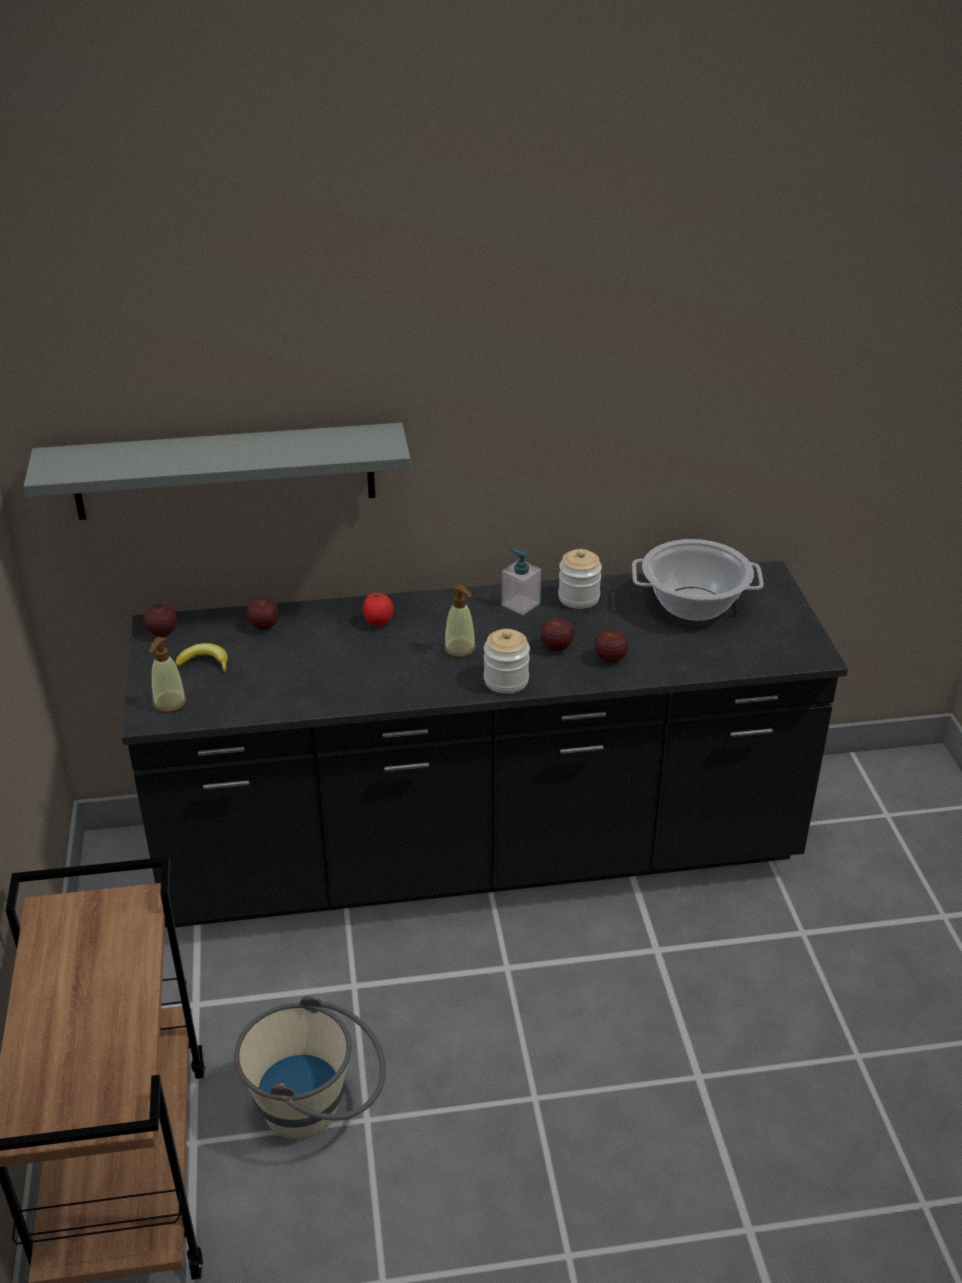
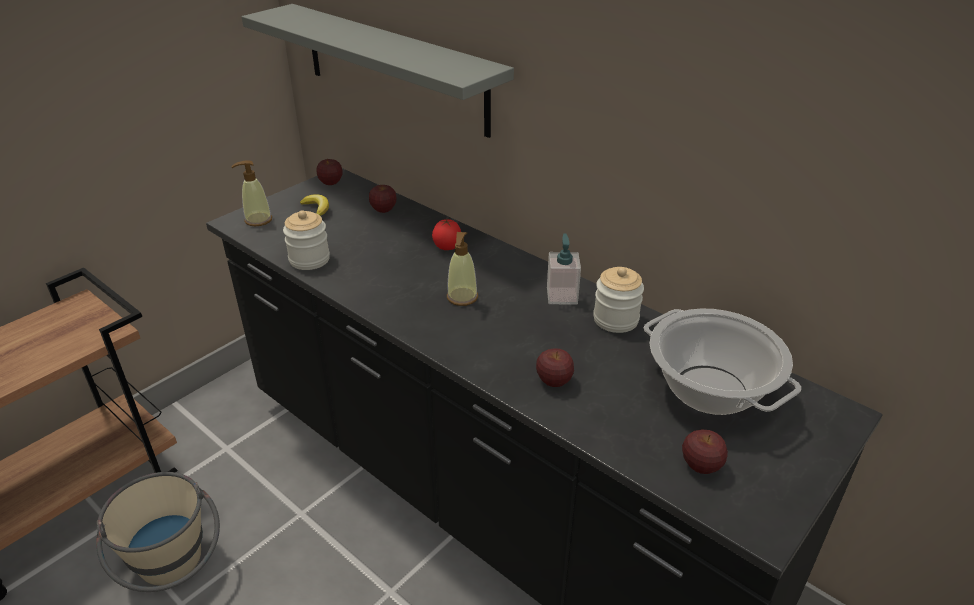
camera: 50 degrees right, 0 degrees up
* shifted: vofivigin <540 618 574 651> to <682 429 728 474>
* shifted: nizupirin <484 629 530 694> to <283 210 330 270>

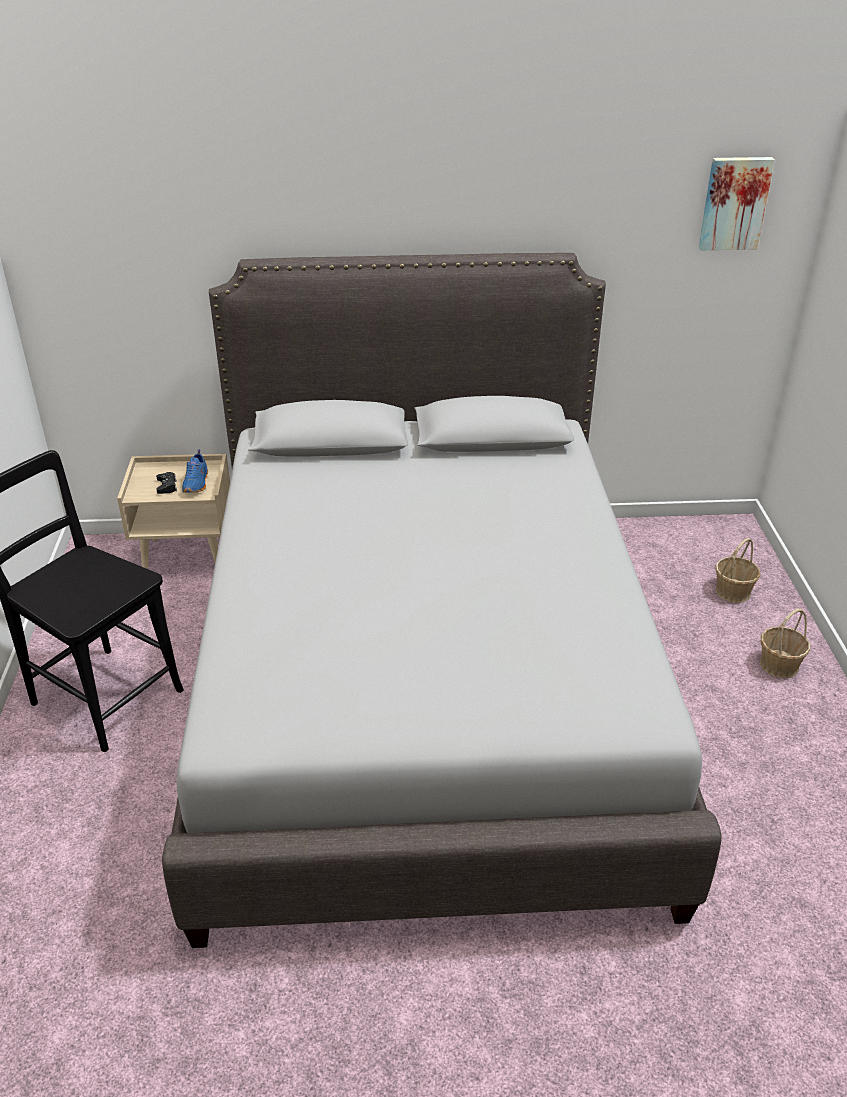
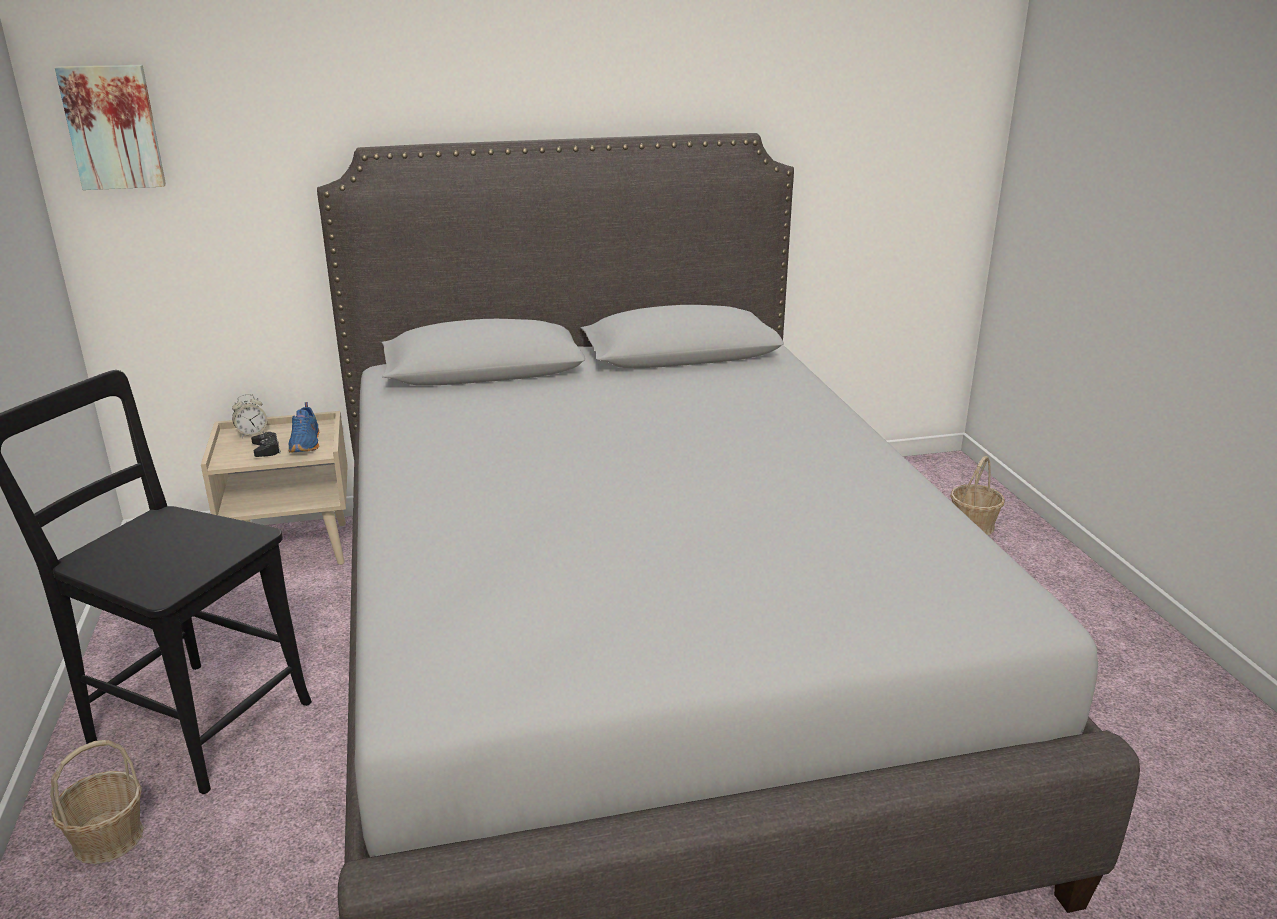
camera: 10 degrees left, 10 degrees down
* shifted: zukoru <698 157 775 250> to <55 65 166 190>
* shifted: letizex <760 608 810 678> to <50 740 144 864>
* new: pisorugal <232 394 267 438>

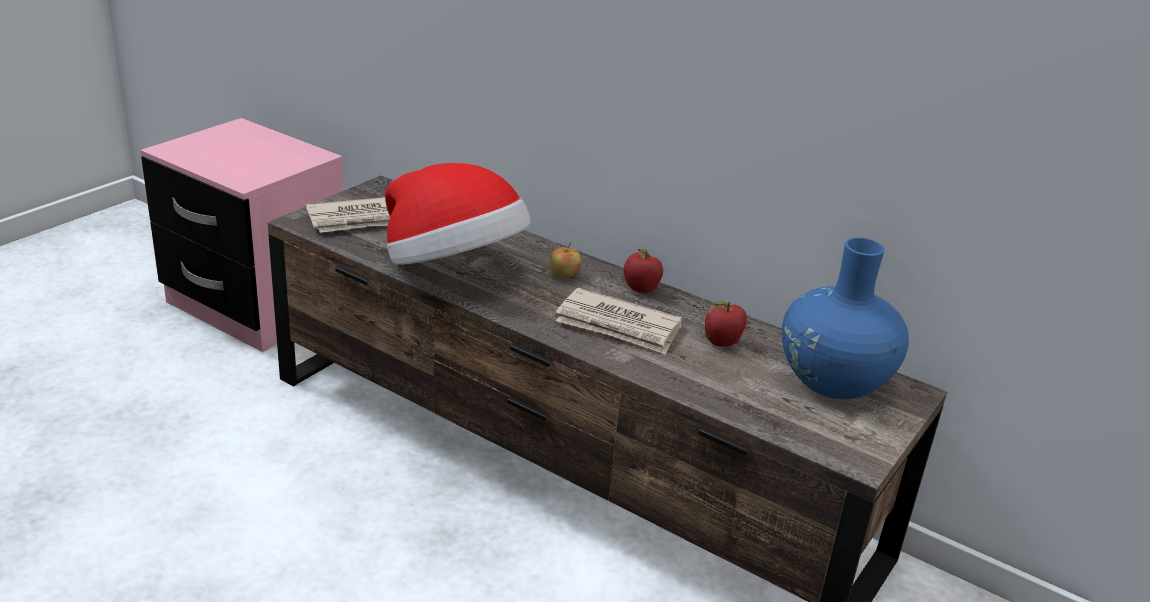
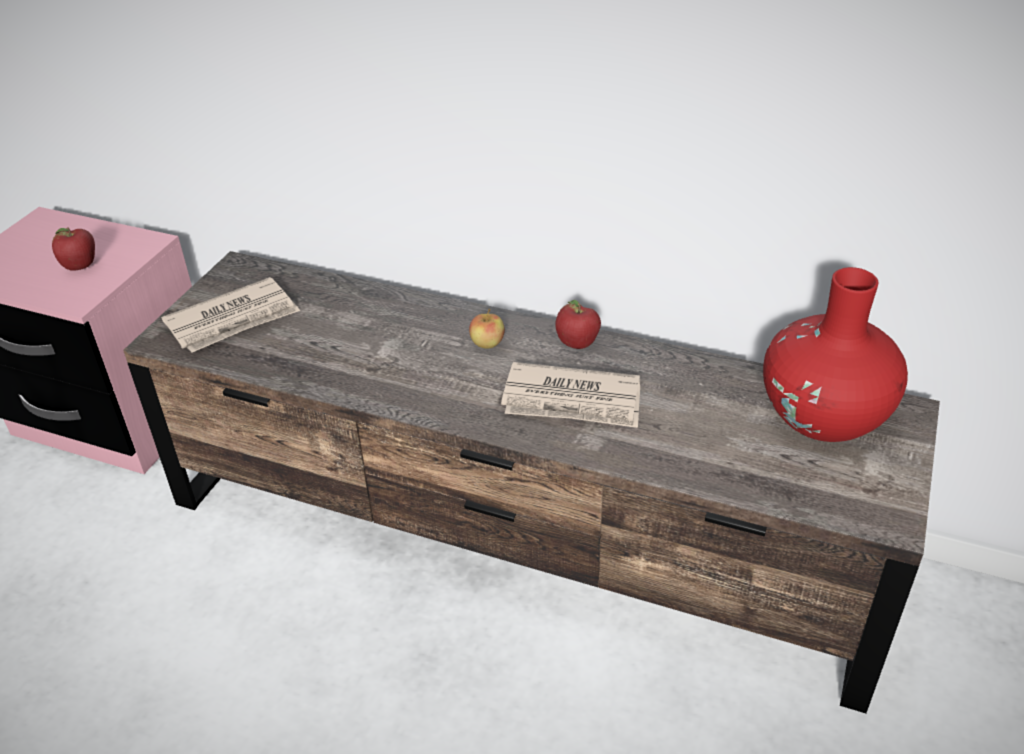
camera: 10 degrees left, 10 degrees up
* gone: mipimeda <385 163 531 265>
* repainted: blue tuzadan <782 238 909 399> to red tuzadan <763 267 908 442>
* shifted: vofivigin <705 301 747 346> to <52 227 95 271>

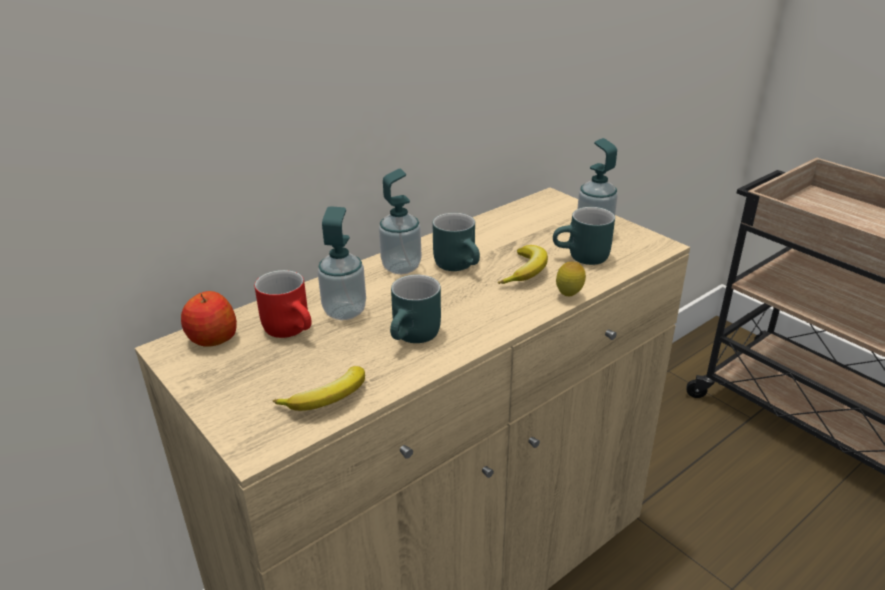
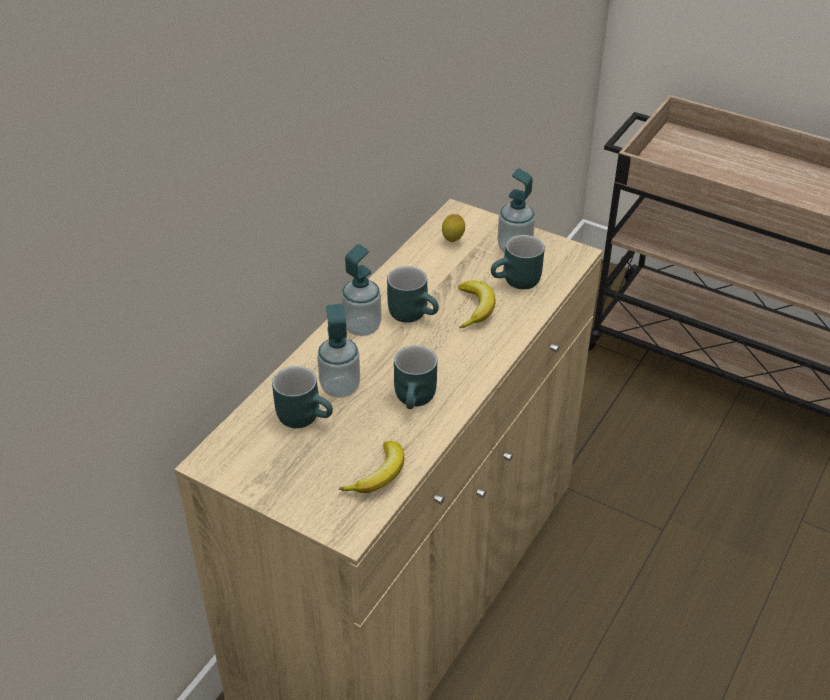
camera: 20 degrees left, 10 degrees up
* shifted: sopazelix <556 262 586 296> to <442 214 465 242>
* repainted: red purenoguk <254 270 312 338> to turquoise purenoguk <272 366 333 428>
* gone: vofivigin <181 291 237 347>

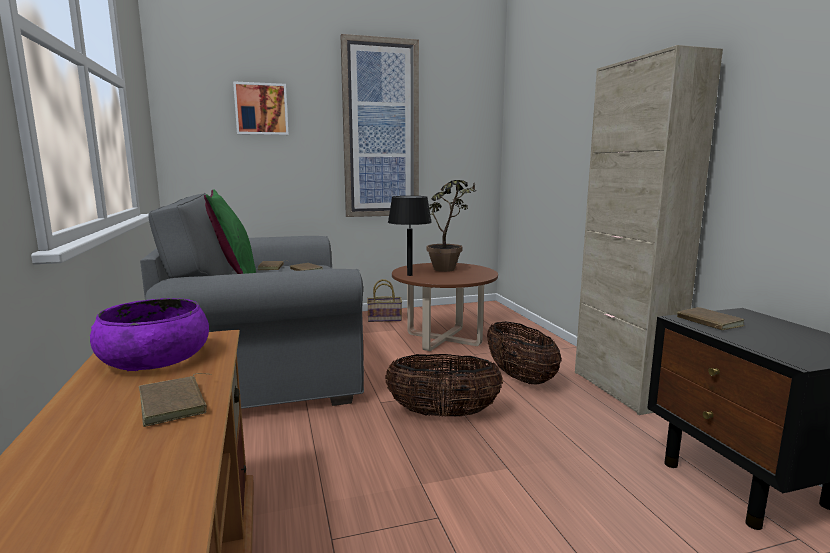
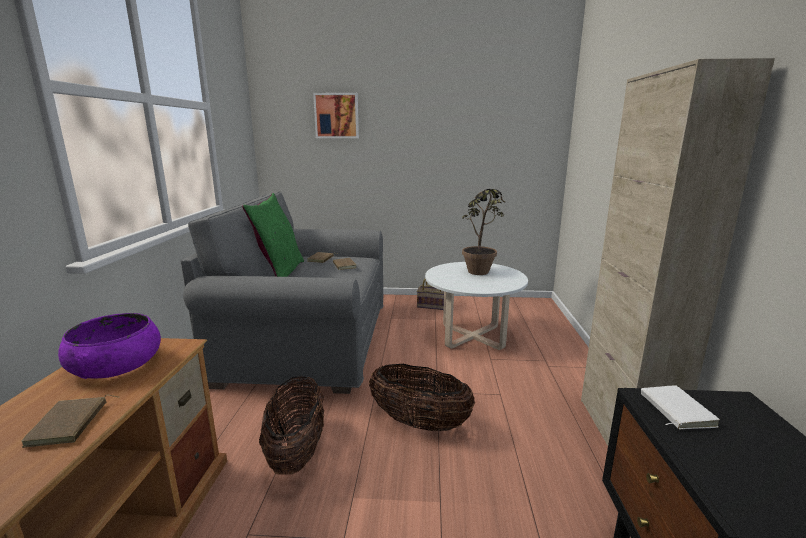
camera: 20 degrees right, 5 degrees up
* gone: zukoru <340 34 419 217>
* gone: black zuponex <388 196 432 276>
* repainted: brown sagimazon <392 263 498 351> to white sagimazon <425 262 528 350>
* repainted: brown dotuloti <677 307 745 330> to white dotuloti <641 385 720 430>
* shifted: letizex <487 322 562 384> to <259 375 324 475>

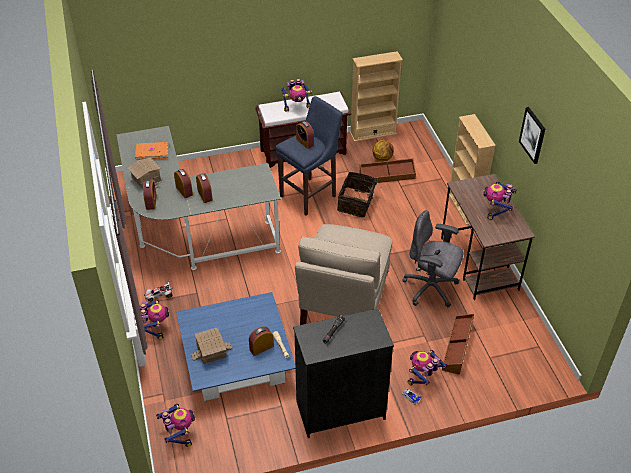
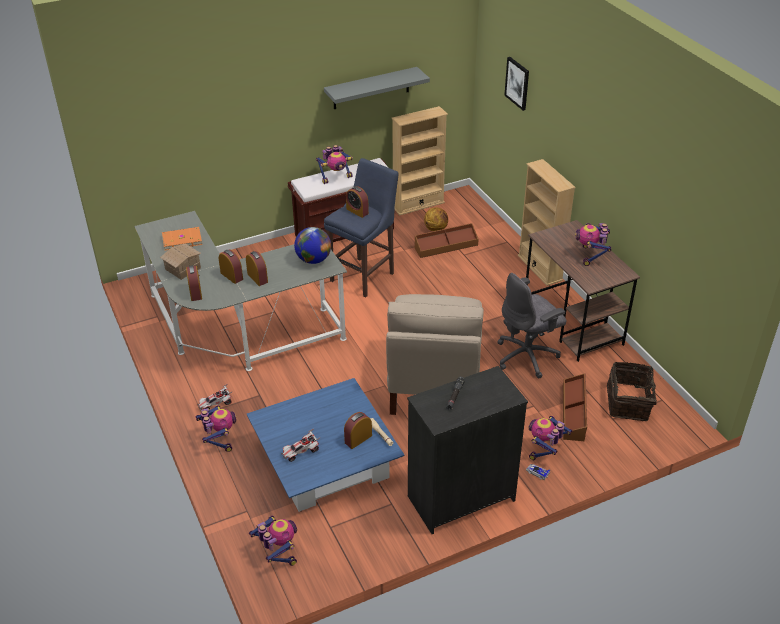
camera: 10 degrees left, 5 degrees down
* shifted: zukoru <519 107 545 164> to <504 57 529 111>
* shifted: letizex <337 172 384 217> to <607 362 662 421>
* rotated: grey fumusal <402 210 464 307> = <497 273 566 378> 45 degrees counterclockwise
* swapped: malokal <191 328 232 364> to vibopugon <281 428 320 462>
* new: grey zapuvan <324 67 430 109>
* new: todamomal <294 227 331 264>

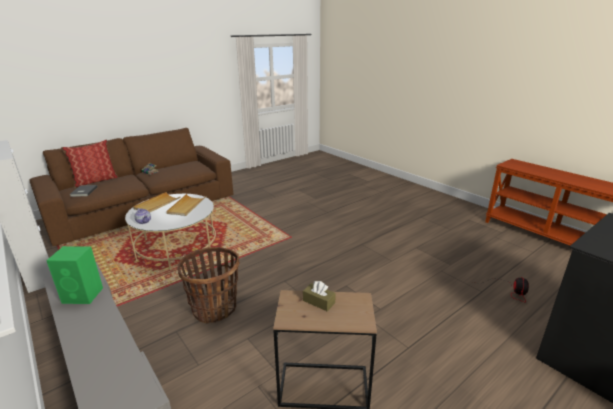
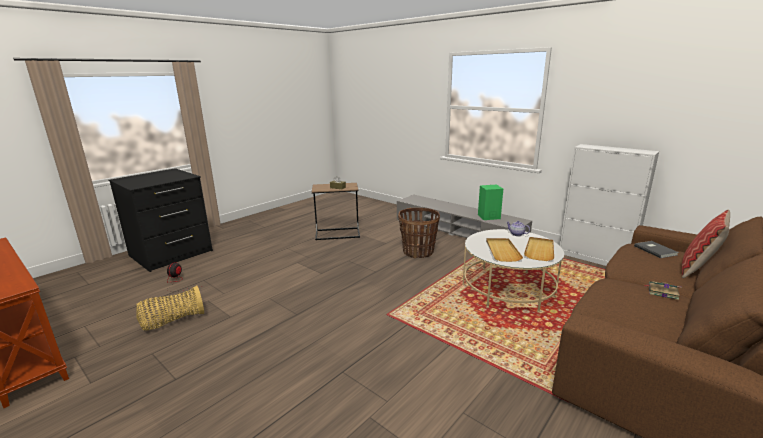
camera: 170 degrees right, 5 degrees down
* new: letizex <137 285 204 330>

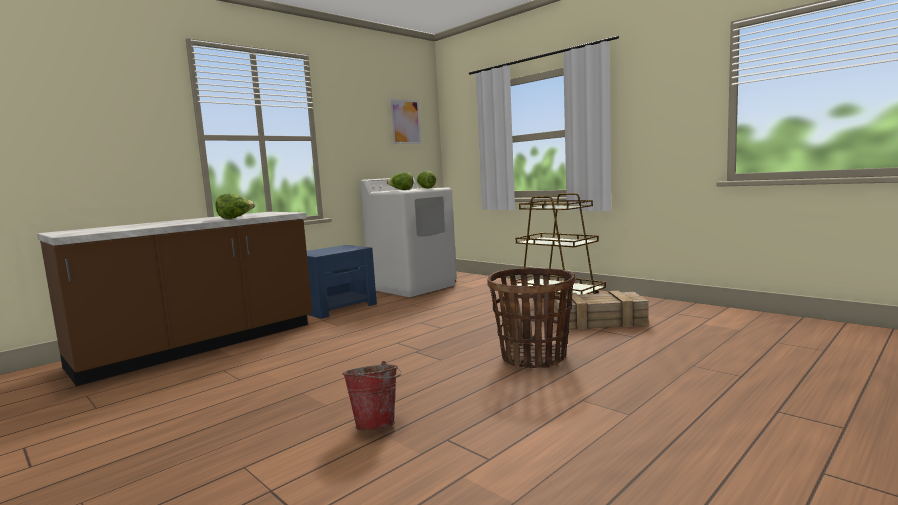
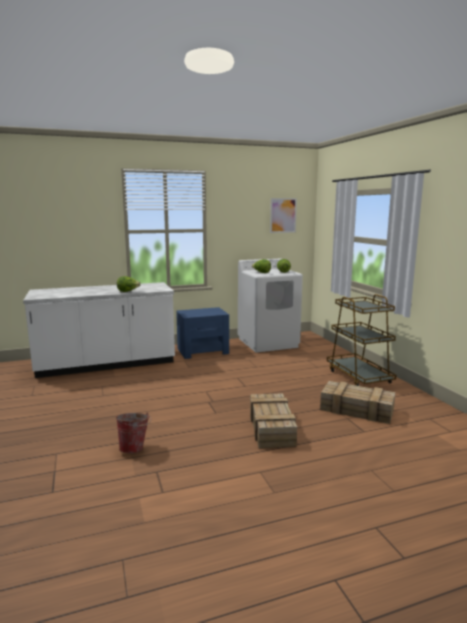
camera: 25 degrees right, 5 degrees up
* repainted: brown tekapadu <37 212 312 386> to white tekapadu <23 282 175 378>
* swapped: letizex <487 268 575 368> to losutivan <250 393 297 449>

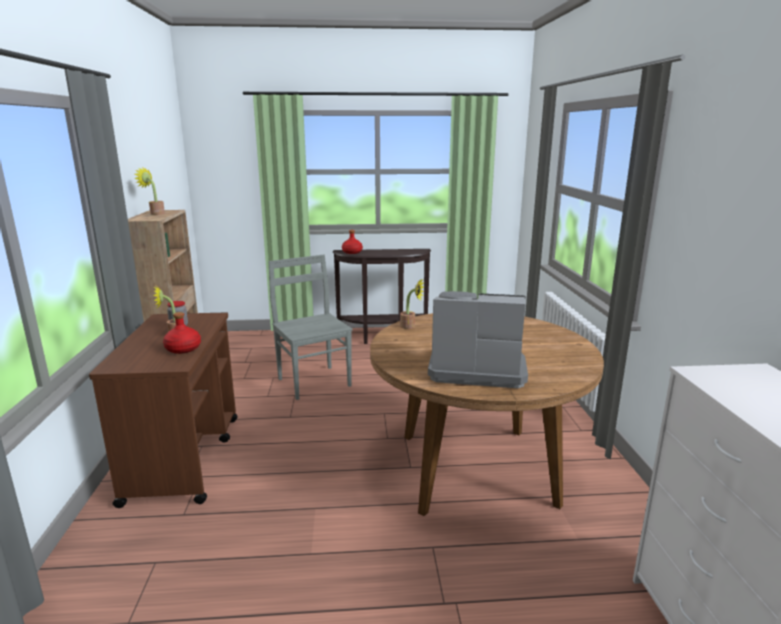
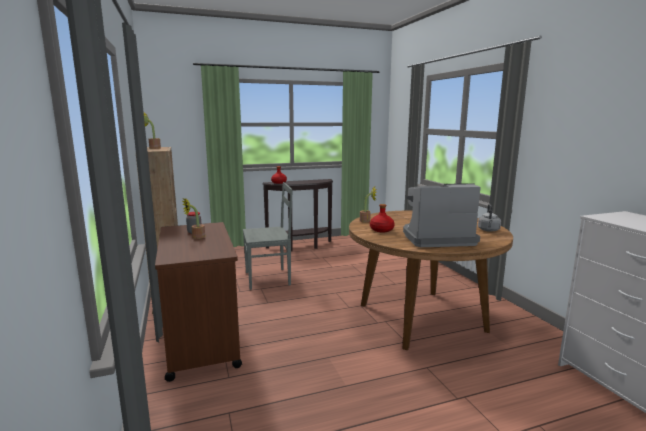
camera: 15 degrees left, 5 degrees down
* rotated: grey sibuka <268 255 352 400> = <243 182 293 290> 120 degrees clockwise
* shifted: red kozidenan <163 312 201 354> to <370 204 395 232>
* new: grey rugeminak <478 204 501 232>

